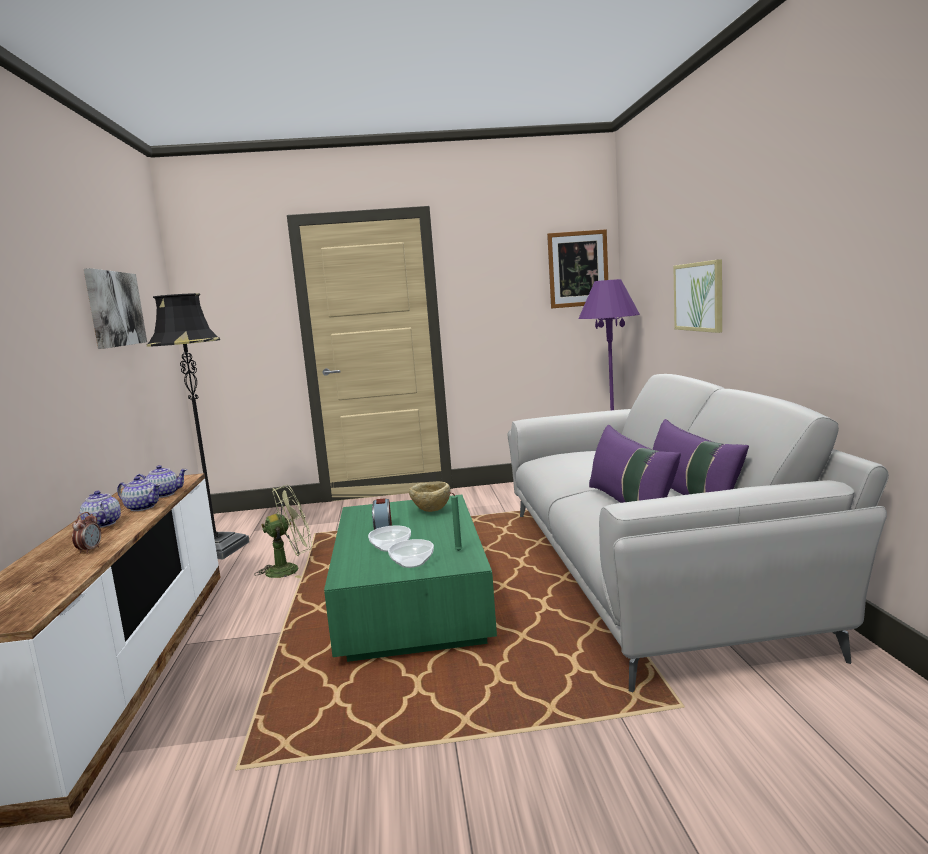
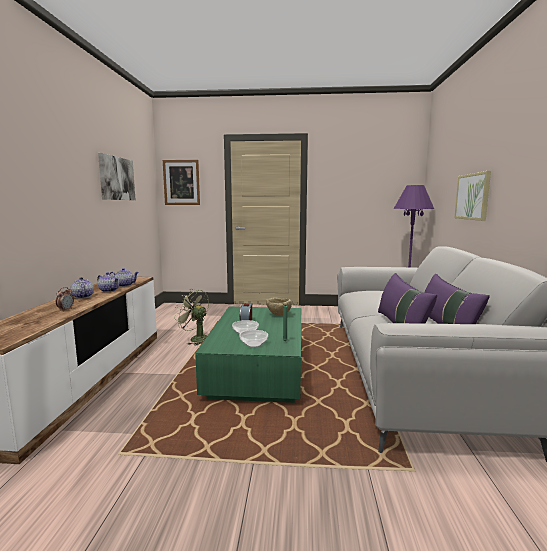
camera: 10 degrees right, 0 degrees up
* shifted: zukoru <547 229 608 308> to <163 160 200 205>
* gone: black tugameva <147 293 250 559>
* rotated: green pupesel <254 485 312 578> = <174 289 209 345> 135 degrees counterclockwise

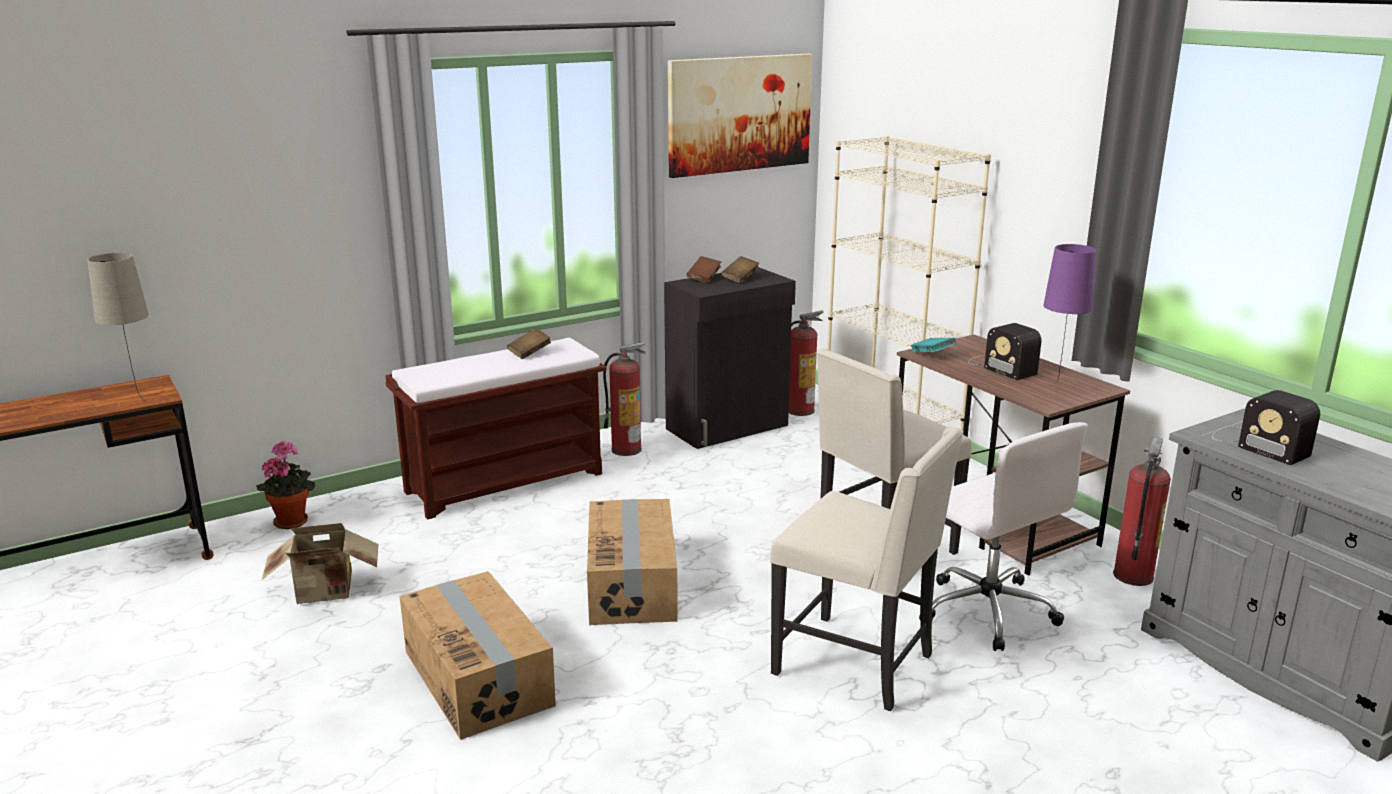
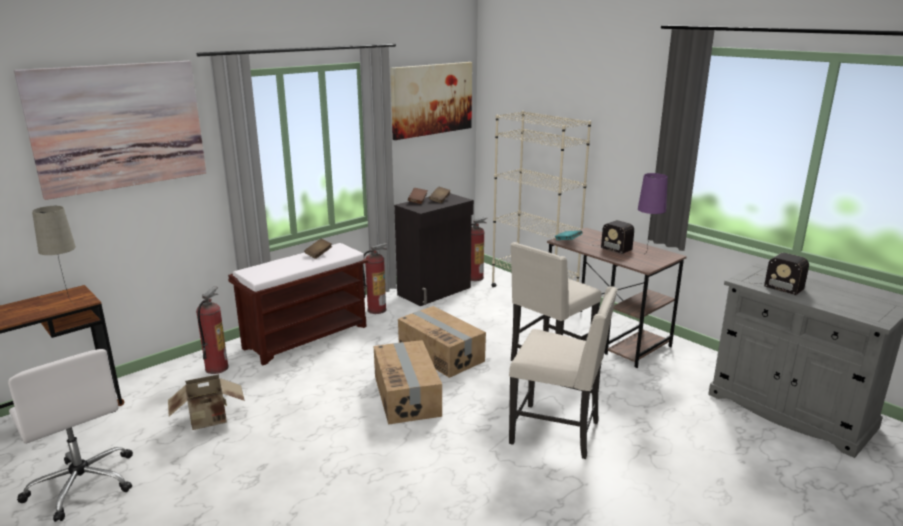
camera: 10 degrees left, 0 degrees up
* shifted: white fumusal <919 422 1088 651> to <8 349 133 522>
* shifted: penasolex <1113 437 1171 586> to <196 287 229 374>
* gone: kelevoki <256 441 315 529>
* shifted: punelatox <399 571 556 740> to <398 306 486 378>
* new: zukoru <14 61 206 200>

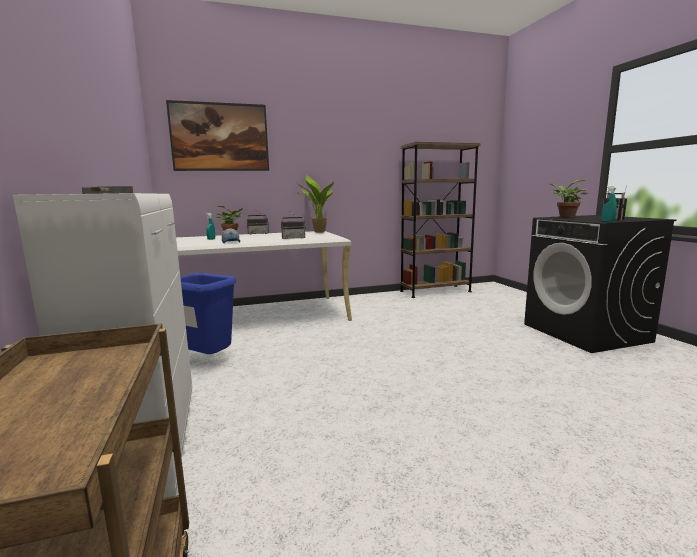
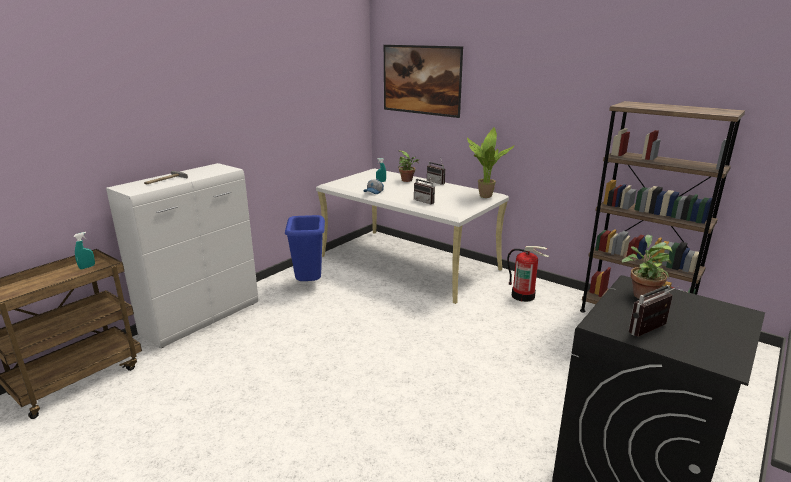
camera: 55 degrees right, 10 degrees up
* shifted: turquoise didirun <602 186 617 222> to <74 232 95 269>
* new: penasolex <507 246 549 302>

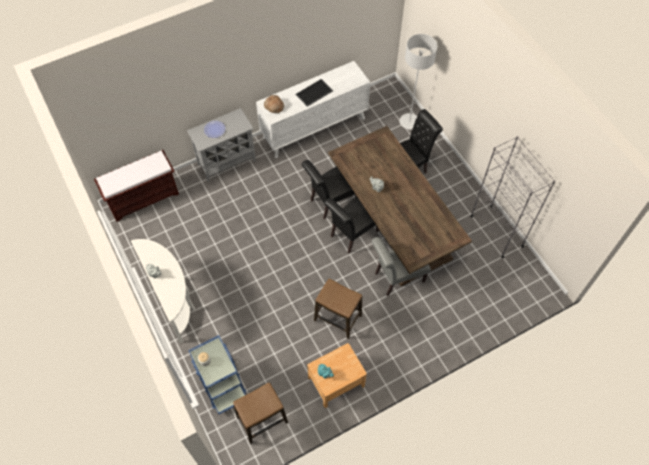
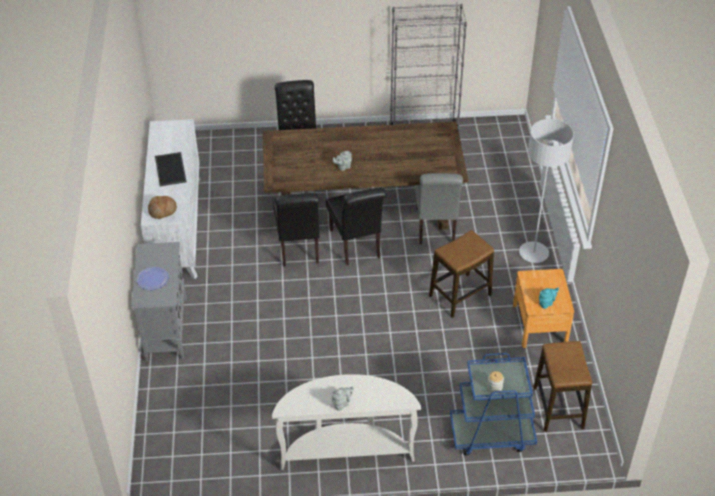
camera: 65 degrees left, 15 degrees down
* shifted: grey tugameva <399 34 438 129> to <519 119 574 263>
* gone: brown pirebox <94 150 179 222>

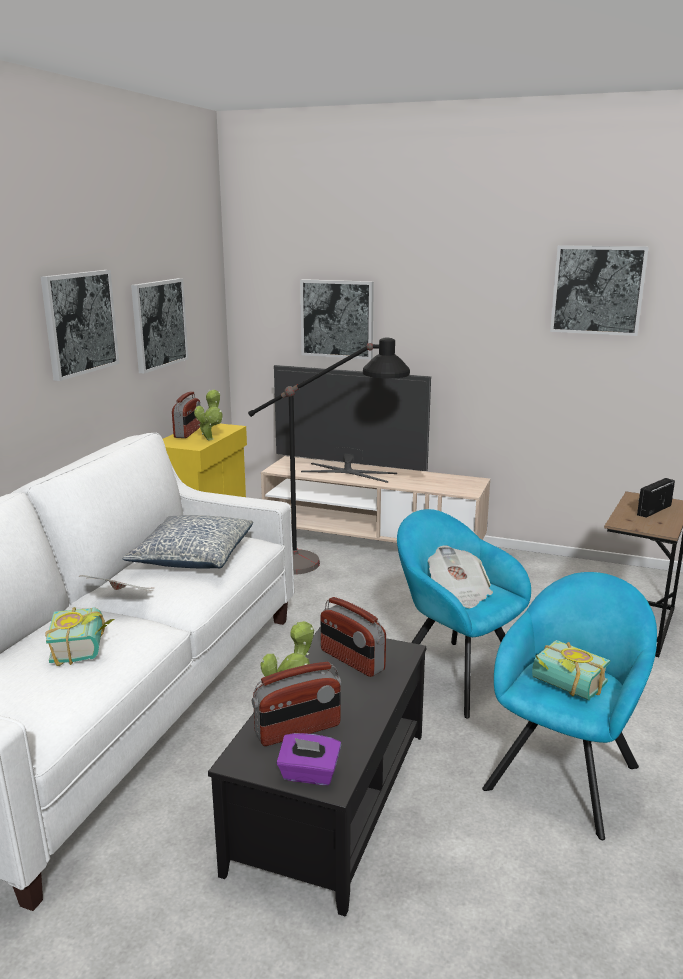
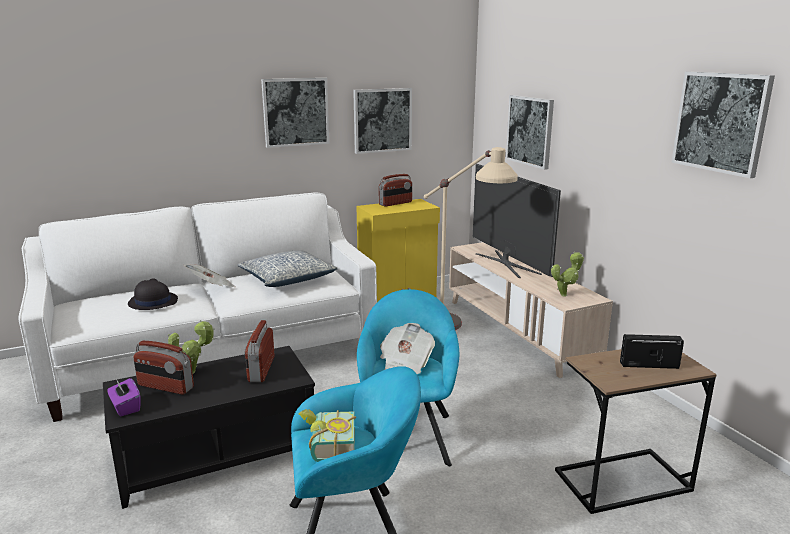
camera: 45 degrees right, 0 degrees up
* repainted: black tugameva <248 338 410 575> to beige tugameva <424 147 518 330>
* shifted: kelevoki <194 389 223 440> to <551 252 584 296>
* swapped: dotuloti <45 607 114 666> to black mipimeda <128 279 178 310>

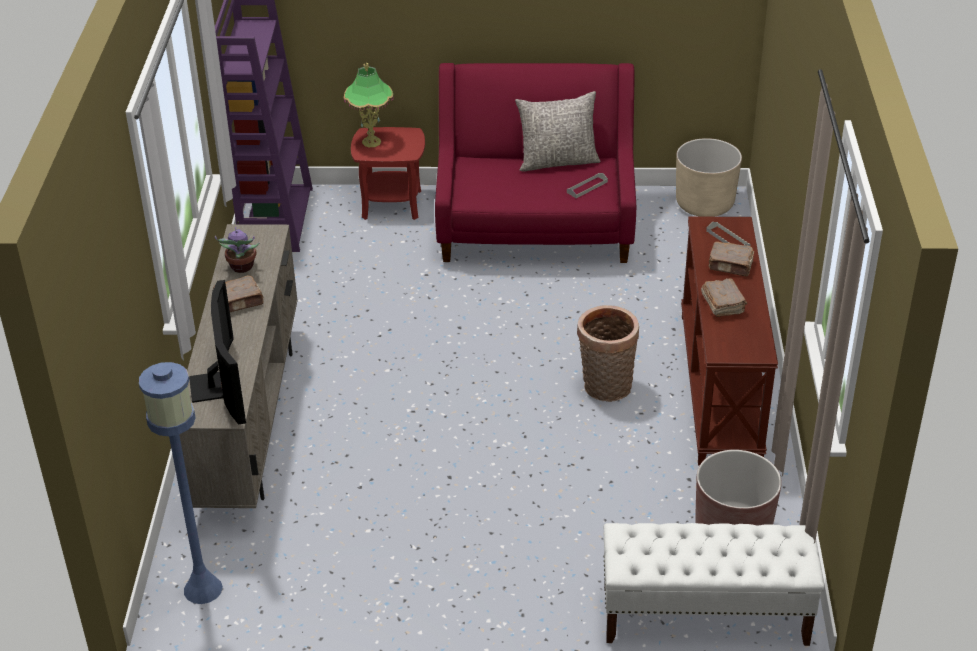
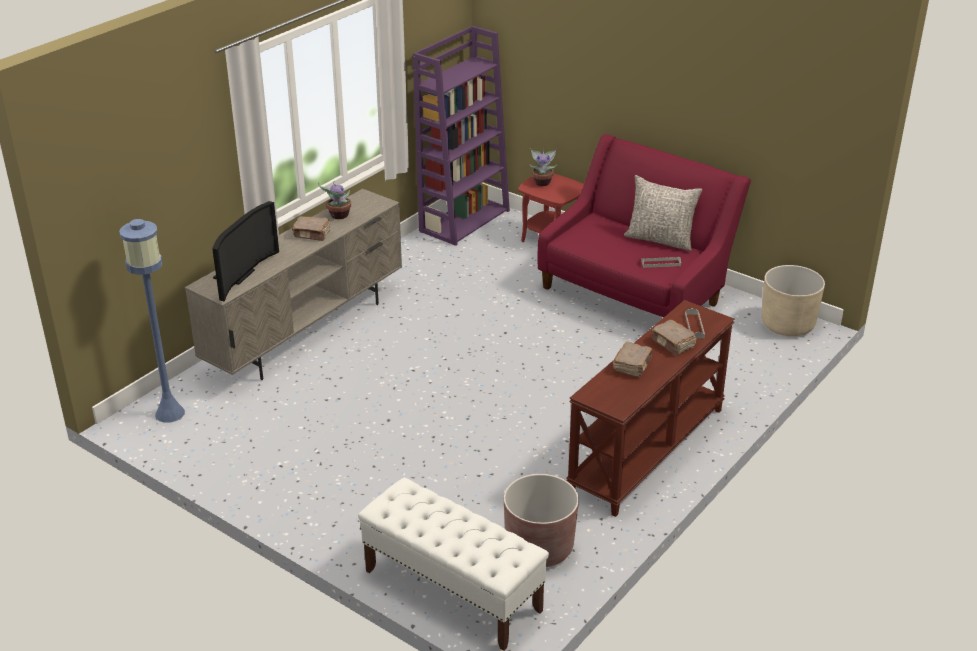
camera: 35 degrees right, 5 degrees down
* swapped: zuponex <344 63 394 147> to kelevoki <529 148 557 186>
* gone: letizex <577 305 639 402>

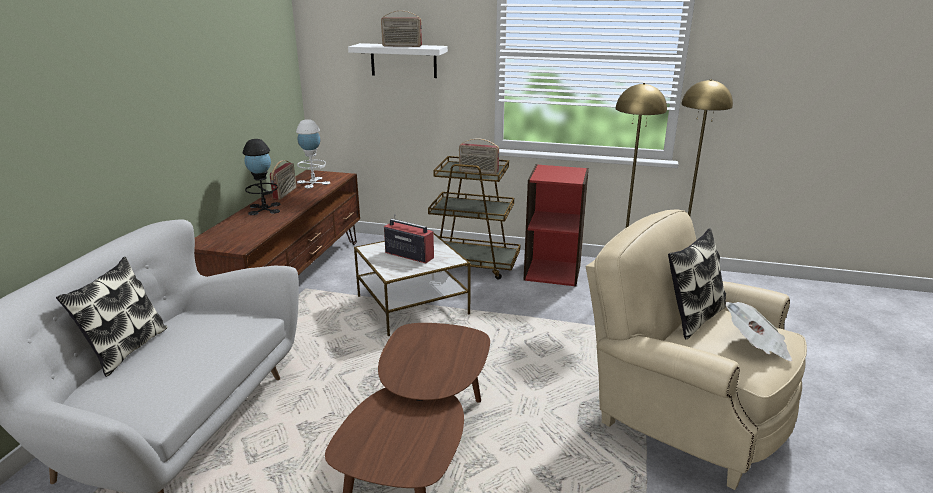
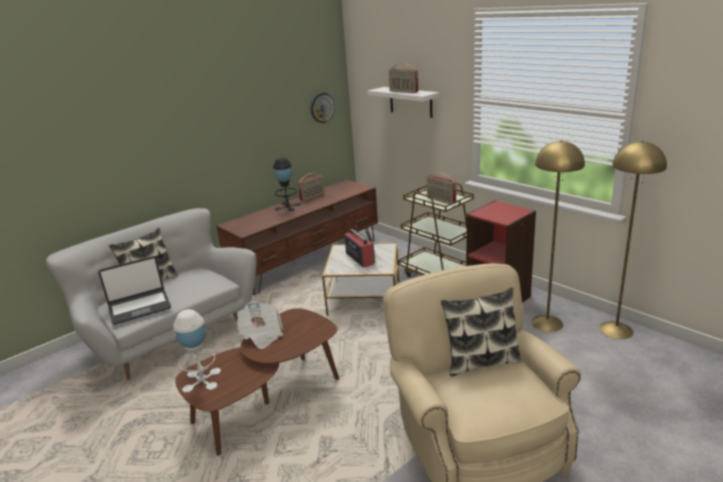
camera: 35 degrees right, 0 degrees up
* shifted: white zuponex <296 119 330 188> to <173 309 221 393>
* shifted: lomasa <726 302 793 361> to <237 301 283 349>
* new: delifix <311 93 335 123>
* new: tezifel <98 256 171 325>

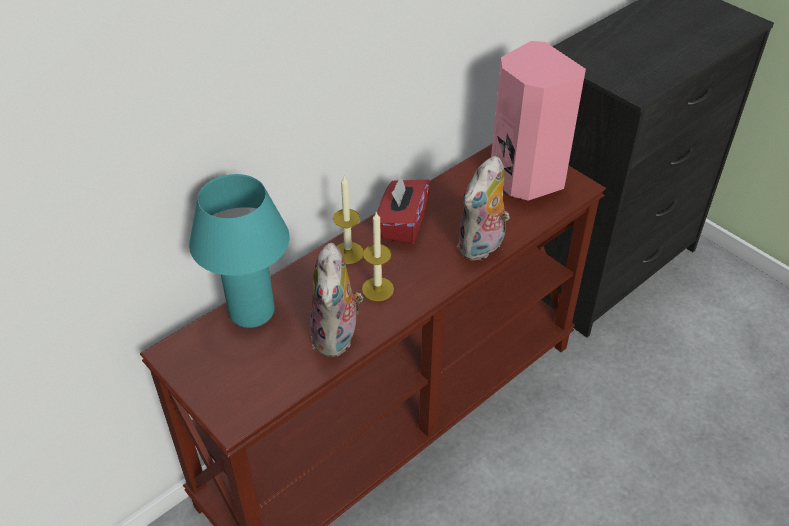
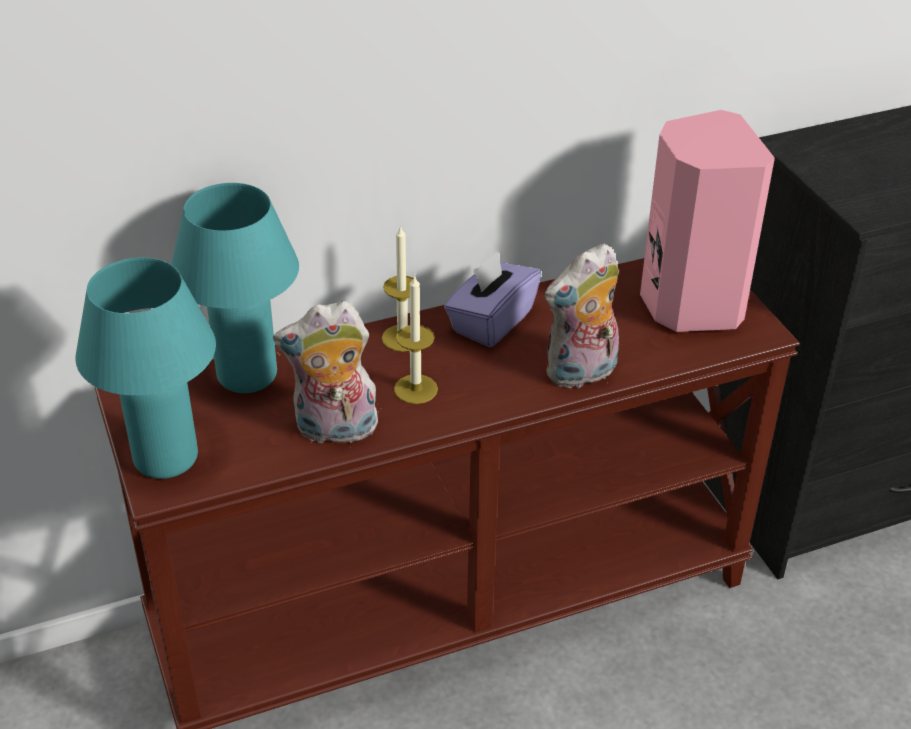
camera: 20 degrees right, 5 degrees down
* repainted: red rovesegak <377 175 431 244> to purple rovesegak <444 251 541 347>
* rotated: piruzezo <310 243 363 357> = <273 301 380 448> 60 degrees clockwise
* new: turquoise zuponex <75 257 216 479>

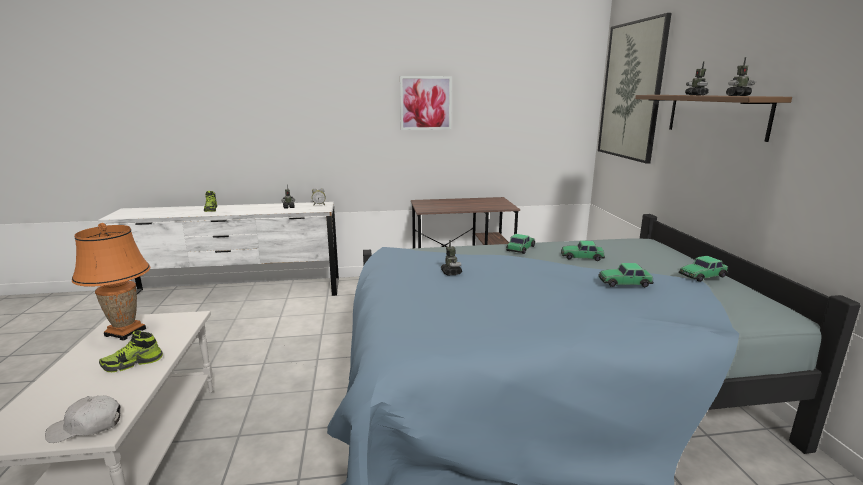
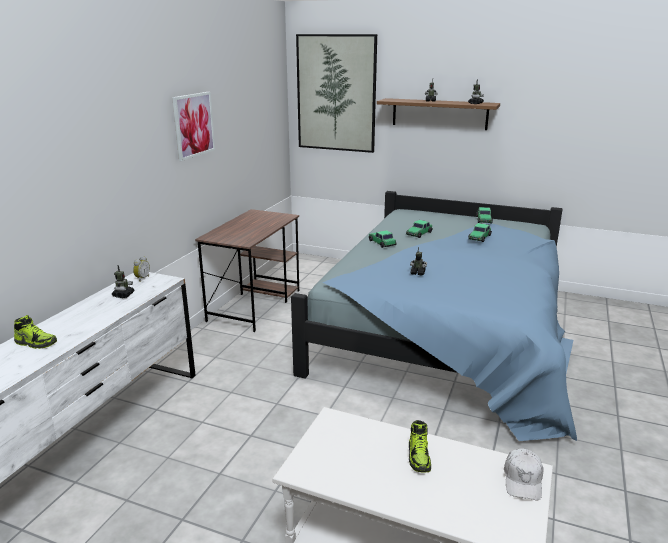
camera: 60 degrees left, 5 degrees up
* gone: orange zuponex <72 223 151 341>

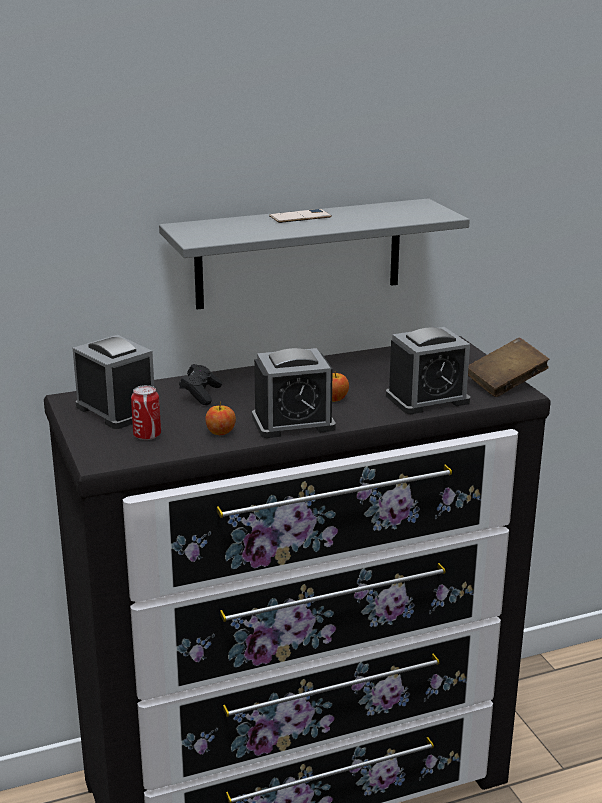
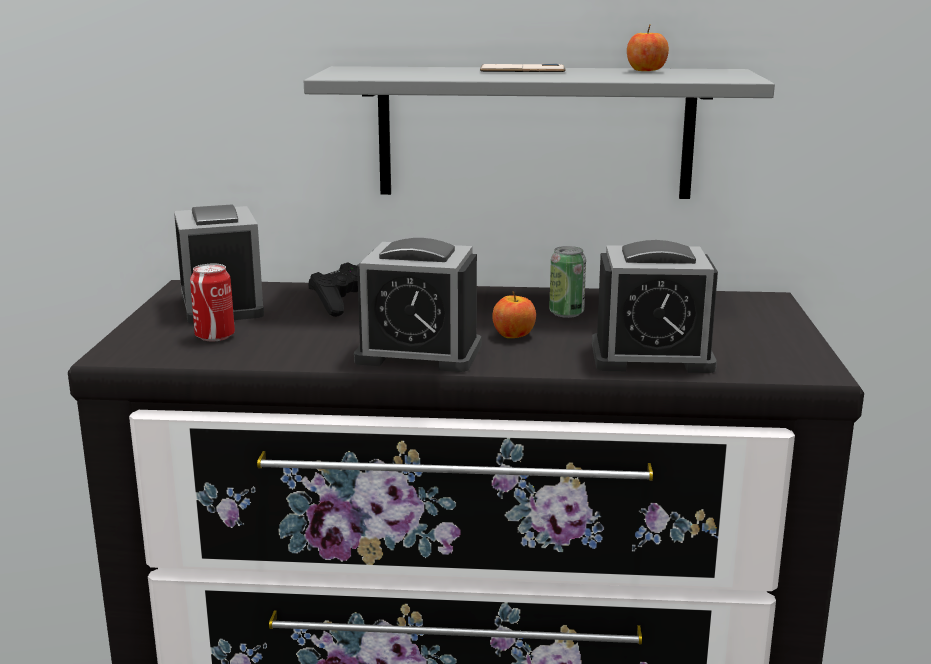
camera: 25 degrees right, 5 degrees down
* gone: brown dotuloti <468 338 549 397>
* shifted: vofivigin <205 401 236 435> to <627 24 669 71>
* new: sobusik <549 246 586 318>

